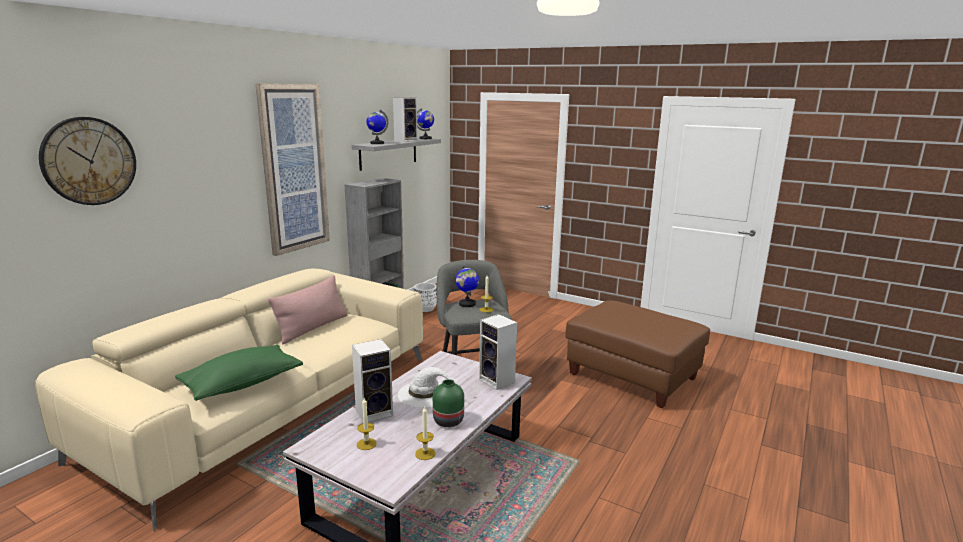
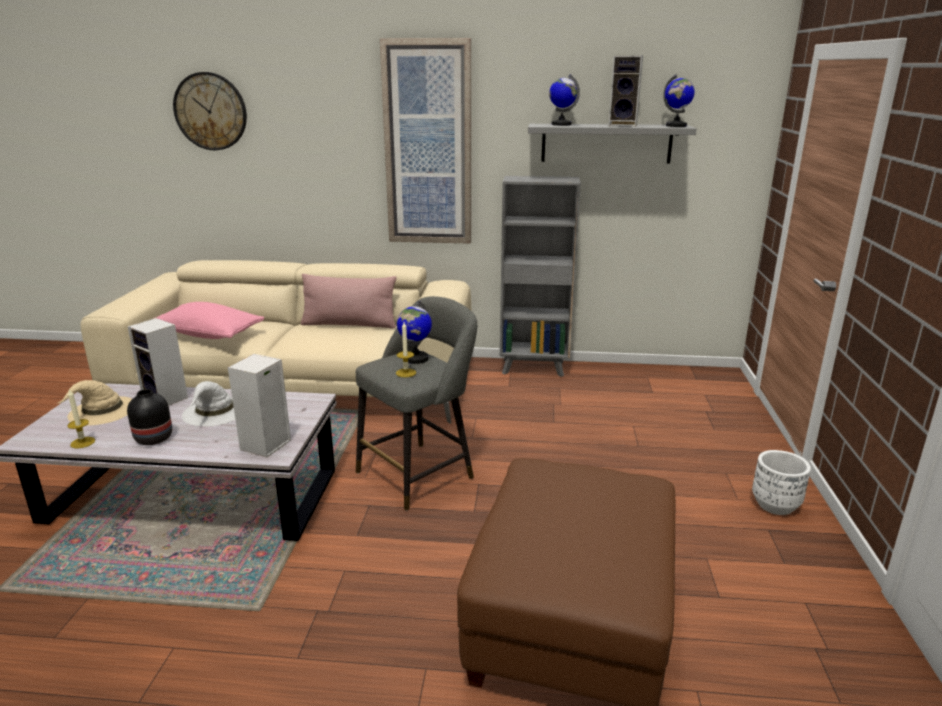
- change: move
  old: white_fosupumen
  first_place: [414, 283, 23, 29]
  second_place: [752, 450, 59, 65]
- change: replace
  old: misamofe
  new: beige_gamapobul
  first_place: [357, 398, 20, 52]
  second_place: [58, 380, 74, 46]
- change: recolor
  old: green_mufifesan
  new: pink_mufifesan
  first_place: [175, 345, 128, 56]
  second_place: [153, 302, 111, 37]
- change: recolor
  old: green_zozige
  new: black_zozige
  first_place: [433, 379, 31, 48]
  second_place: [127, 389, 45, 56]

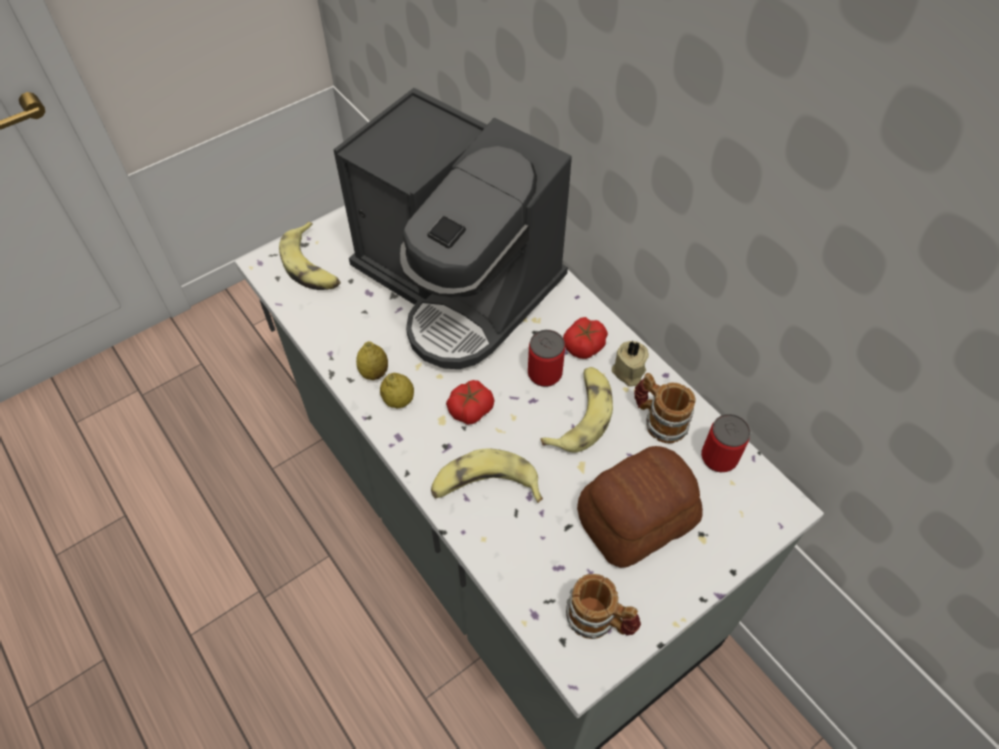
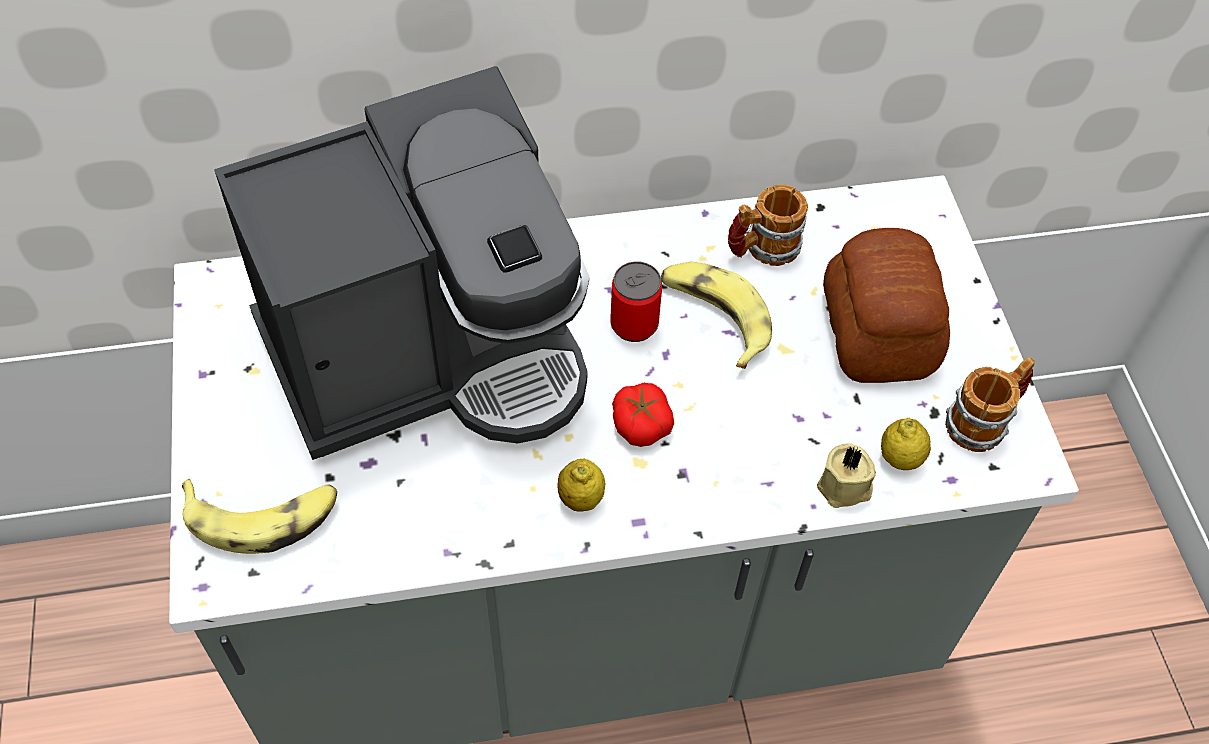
- change: delete
  old: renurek
  first_place: [431, 449, 112, 54]
- change: delete
  old: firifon
  first_place: [563, 317, 45, 42]
- change: delete
  old: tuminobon
  first_place: [701, 414, 49, 58]
- change: move
  old: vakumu
  first_place: [356, 341, 32, 39]
  second_place: [881, 418, 50, 52]
- change: move
  old: beige_misamofe
  first_place: [612, 341, 37, 46]
  second_place: [817, 443, 59, 65]

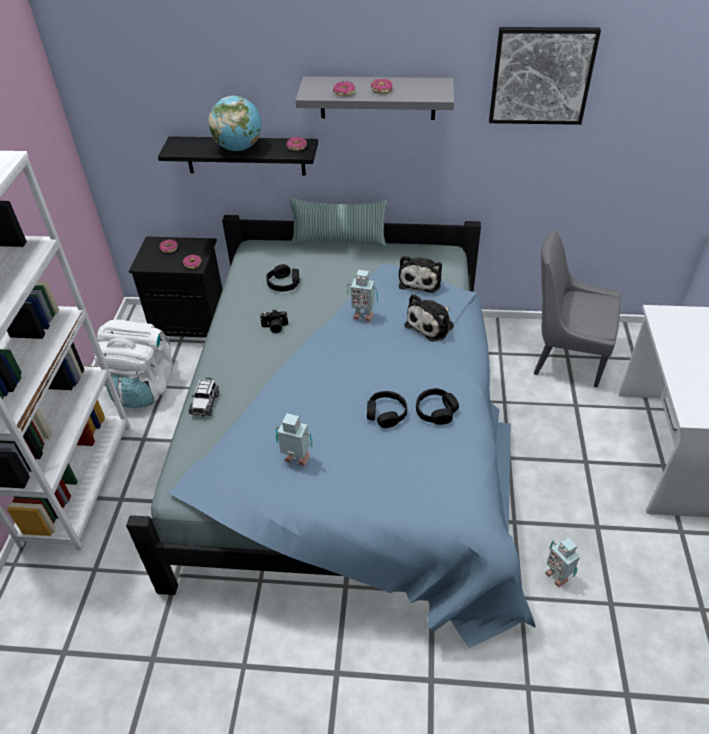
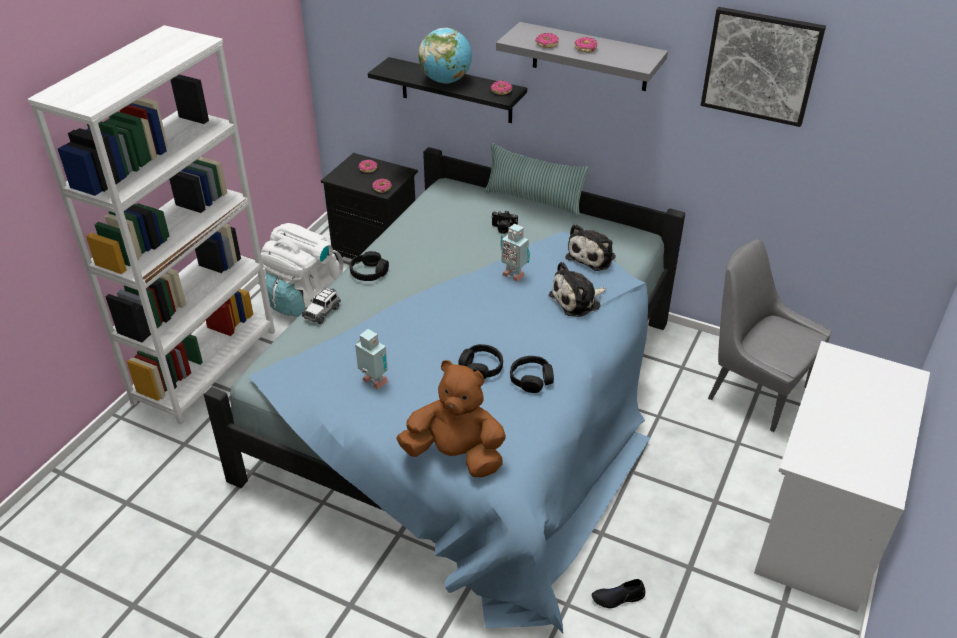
- change: insert
  new: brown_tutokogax
  second_place: [396, 360, 110, 118]
- change: move
  old: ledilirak
  first_place: [260, 309, 28, 24]
  second_place: [491, 211, 27, 23]
- change: move
  old: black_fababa
  first_place: [266, 264, 33, 28]
  second_place: [349, 251, 40, 30]
- change: replace
  old: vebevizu
  new: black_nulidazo
  first_place: [545, 537, 35, 51]
  second_place: [592, 579, 54, 29]

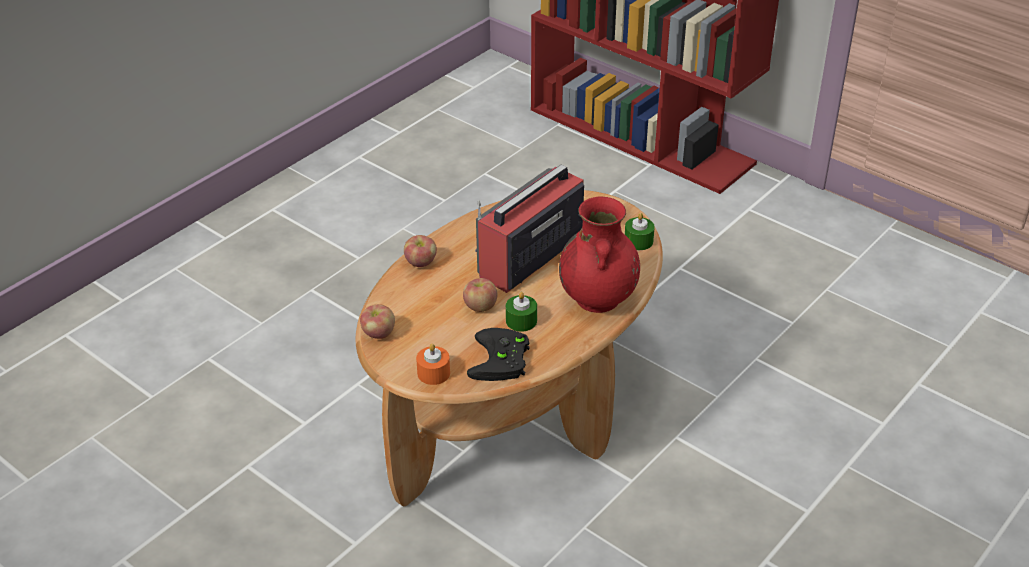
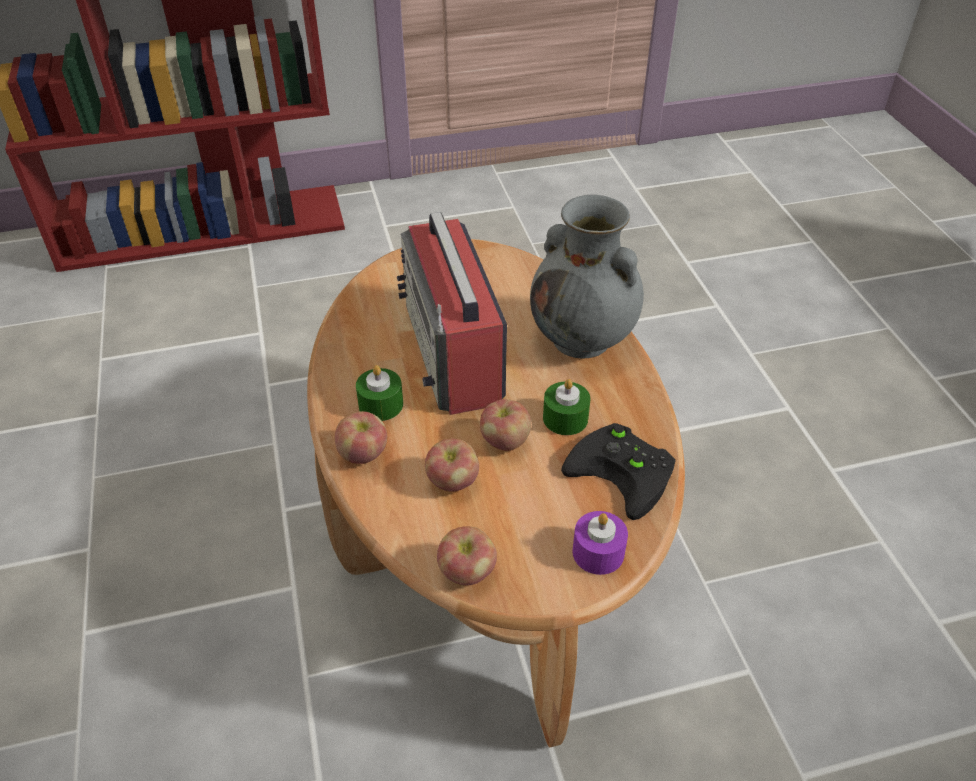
- change: insert
  new: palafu
  second_place: [425, 439, 54, 53]
- change: move
  old: green_misamofe
  first_place: [625, 213, 30, 37]
  second_place: [356, 365, 47, 56]
- change: recolor
  old: orange_misamofe
  new: purple_misamofe
  first_place: [416, 344, 34, 41]
  second_place: [572, 511, 56, 64]
- change: recolor
  old: red_zozige
  new: grey_zozige
  first_place: [559, 197, 81, 116]
  second_place: [530, 195, 114, 164]

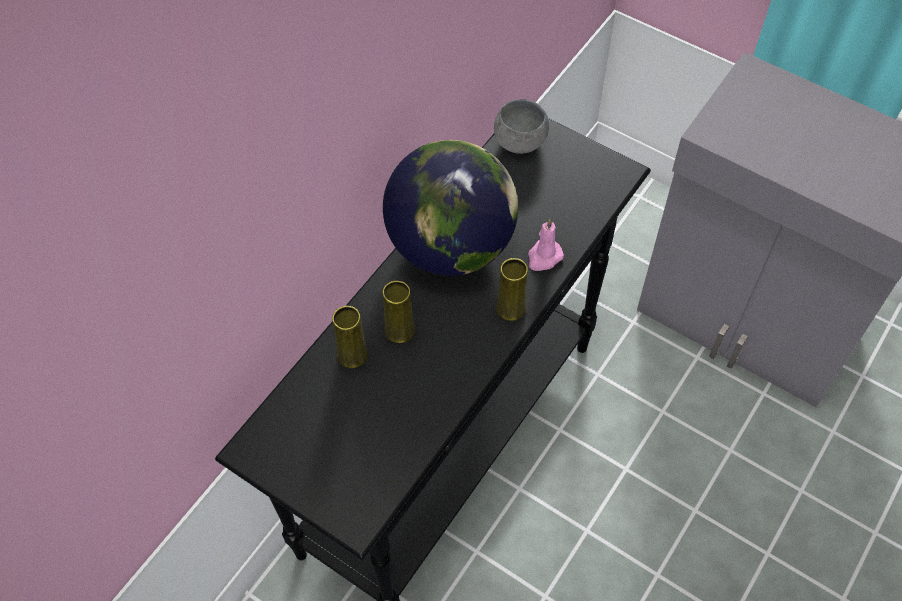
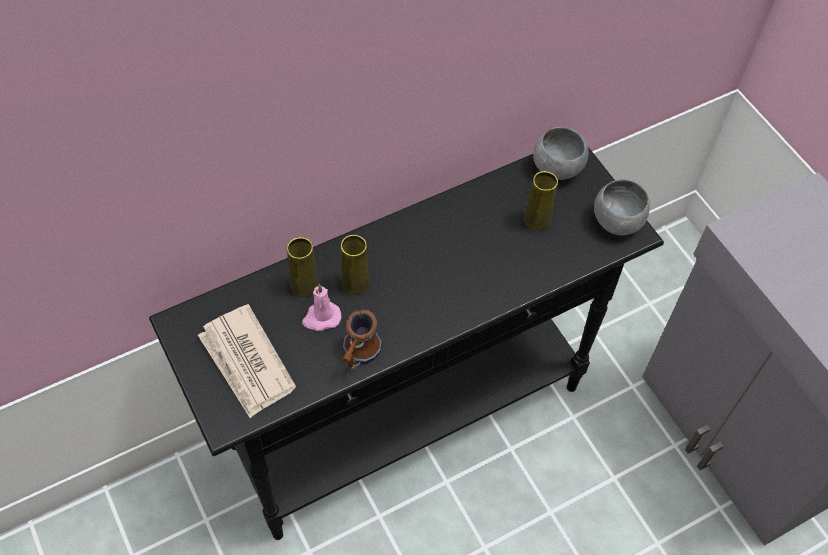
- change: delete
  old: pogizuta
  first_place: [383, 140, 135, 136]
- change: insert
  new: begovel
  second_place: [198, 304, 98, 114]
- change: insert
  new: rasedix
  second_place: [342, 309, 40, 62]
- change: insert
  new: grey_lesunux
  second_place: [594, 179, 56, 57]
- change: move
  old: yellow_zozige
  first_place: [496, 258, 32, 63]
  second_place: [523, 171, 35, 60]
- change: move
  old: pink_misamofe
  first_place: [528, 218, 36, 53]
  second_place: [302, 284, 39, 47]

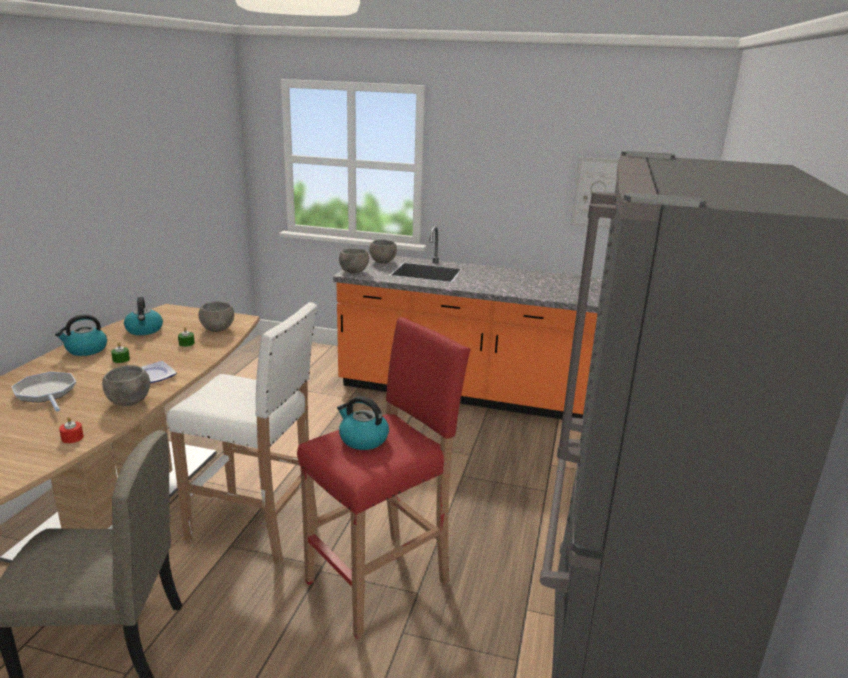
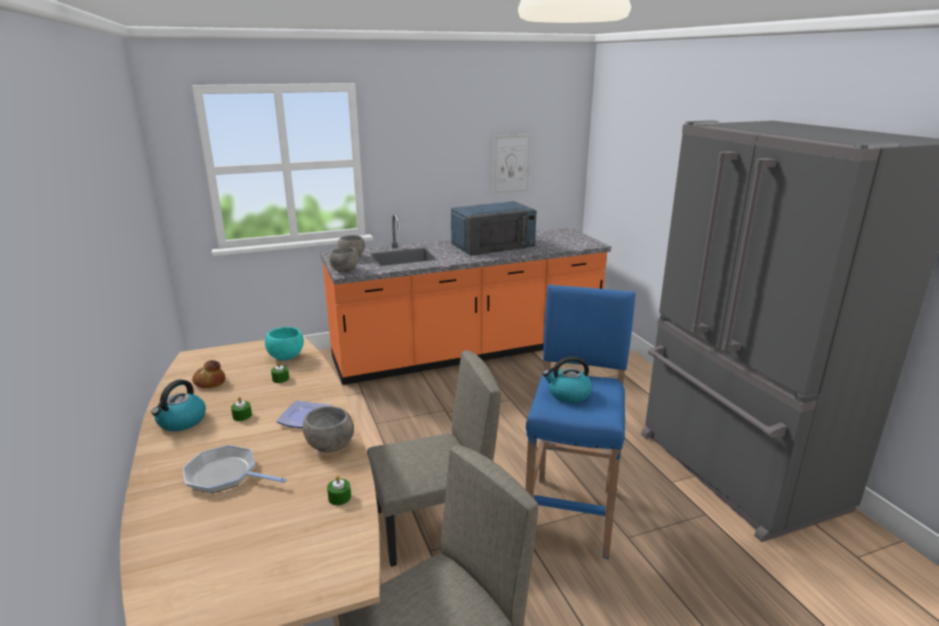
- change: insert
  new: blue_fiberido
  second_place: [451, 201, 85, 55]
- change: replace
  old: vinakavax
  new: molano
  first_place: [124, 297, 39, 38]
  second_place: [192, 360, 33, 28]
- change: replace
  old: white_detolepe
  new: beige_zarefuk
  first_place: [167, 302, 150, 263]
  second_place: [367, 350, 134, 217]
- change: recolor
  old: red_misamofe
  new: green_misamofe
  first_place: [59, 417, 25, 26]
  second_place: [327, 476, 24, 29]
- change: recolor
  old: grey_lesunux
  new: turquoise_lesunux
  first_place: [199, 302, 35, 30]
  second_place: [265, 327, 39, 34]
- change: recolor
  old: red_detolepe
  new: blue_detolepe
  first_place: [297, 317, 174, 322]
  second_place: [526, 285, 110, 274]

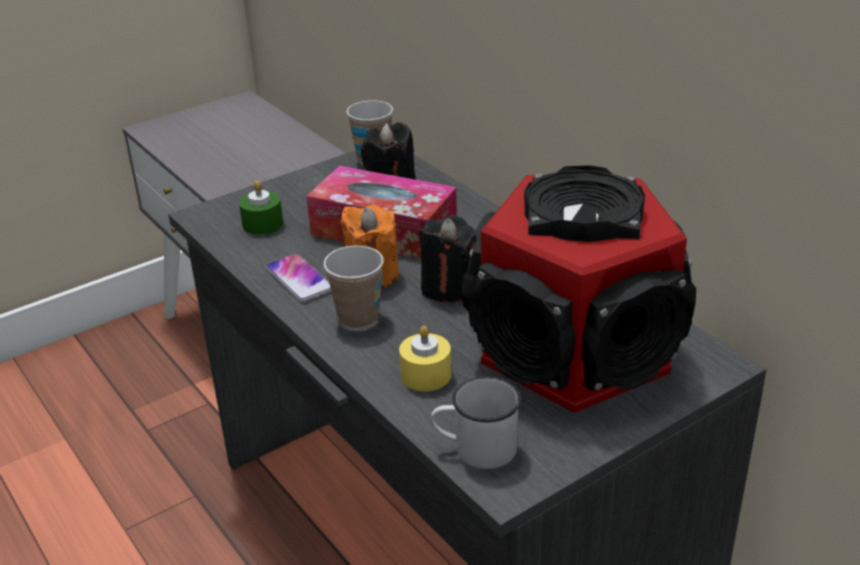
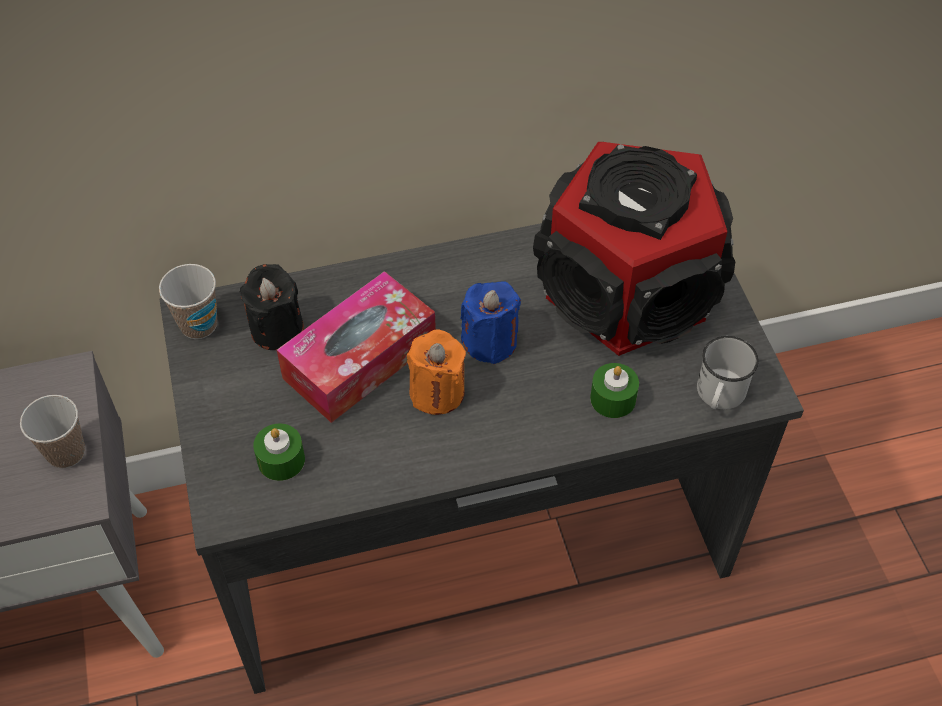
- change: delete
  old: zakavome
  first_place: [265, 254, 66, 48]
- change: move
  old: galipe
  first_place: [323, 245, 61, 84]
  second_place: [20, 395, 65, 73]
- change: recolor
  old: yellow_misamofe
  new: green_misamofe
  first_place: [399, 325, 52, 67]
  second_place: [590, 363, 49, 55]
- change: recolor
  old: black_misamofe
  new: blue_misamofe
  first_place: [419, 215, 57, 87]
  second_place: [461, 281, 60, 83]

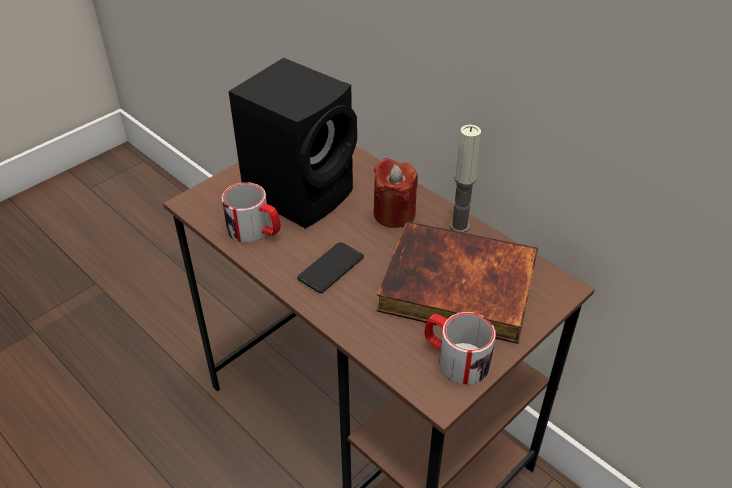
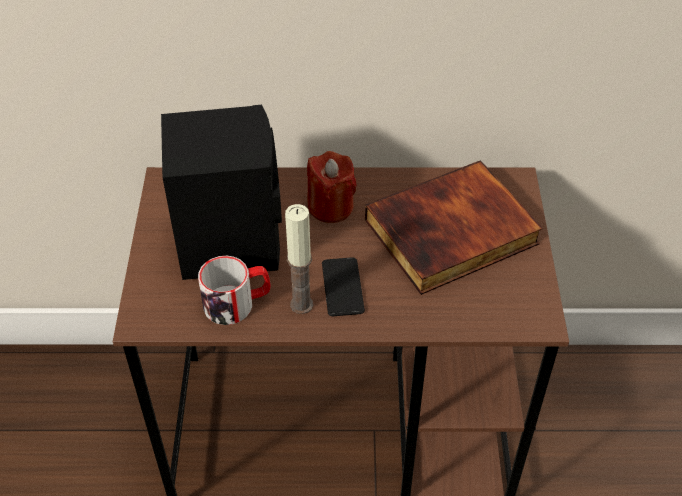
- change: delete
  old: rasedix
  first_place: [425, 312, 71, 73]
- change: move
  old: misamofe
  first_place: [450, 125, 31, 108]
  second_place: [285, 204, 28, 110]

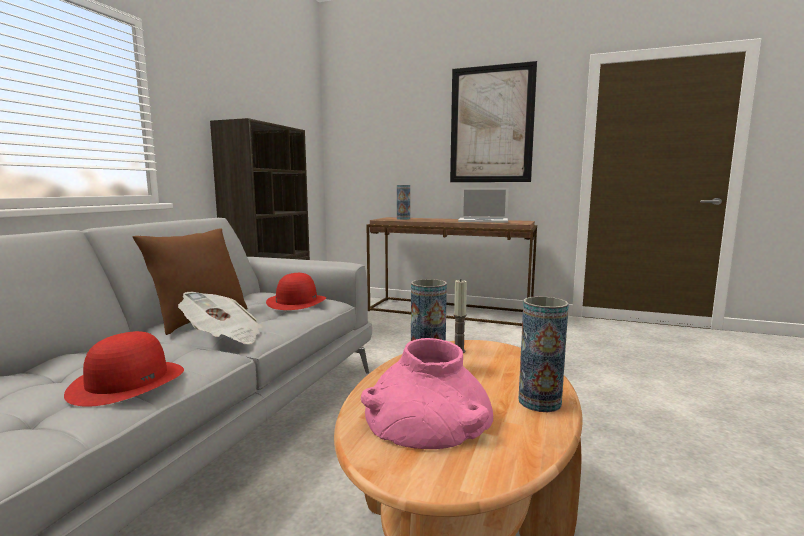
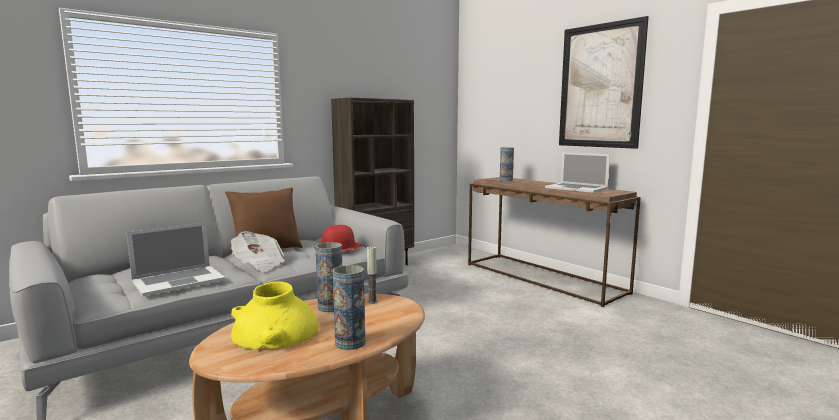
- change: replace
  old: red_gamapobul
  new: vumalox
  first_place: [64, 331, 120, 76]
  second_place: [127, 223, 98, 73]
- change: recolor
  old: pink_zozige
  new: yellow_zozige
  first_place: [361, 338, 132, 111]
  second_place: [231, 282, 88, 67]

